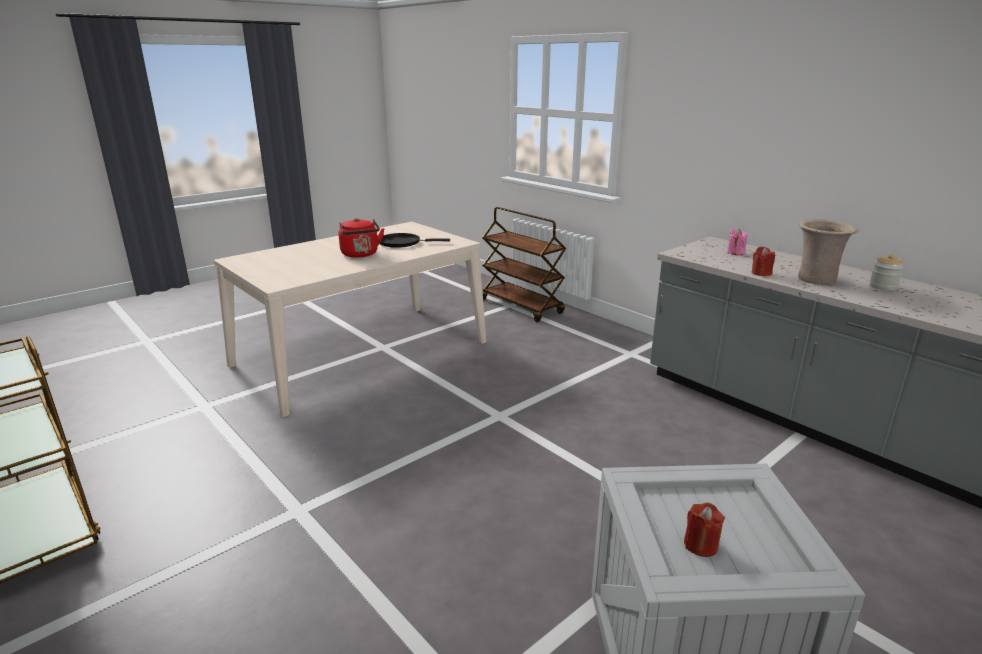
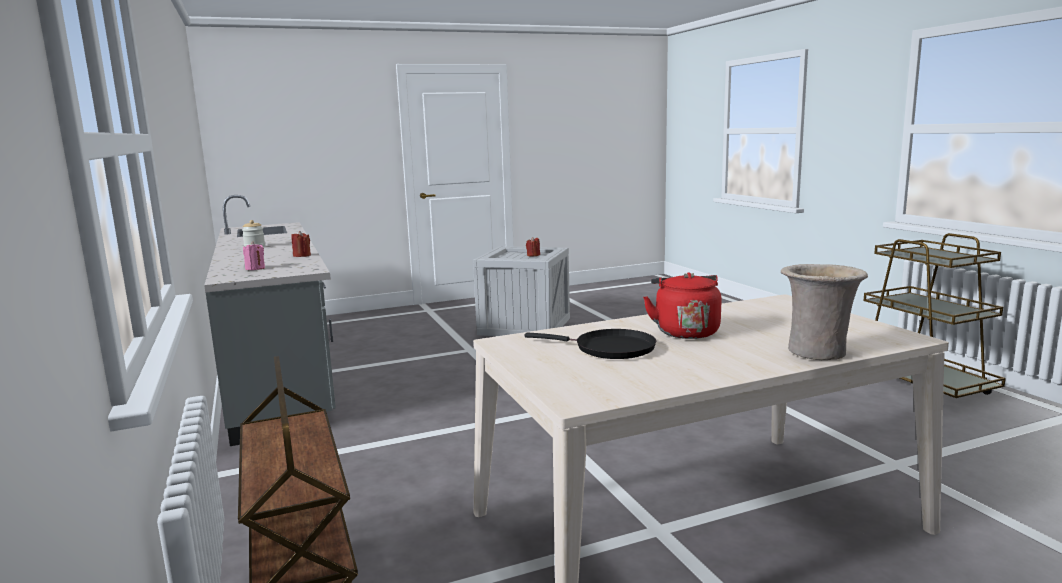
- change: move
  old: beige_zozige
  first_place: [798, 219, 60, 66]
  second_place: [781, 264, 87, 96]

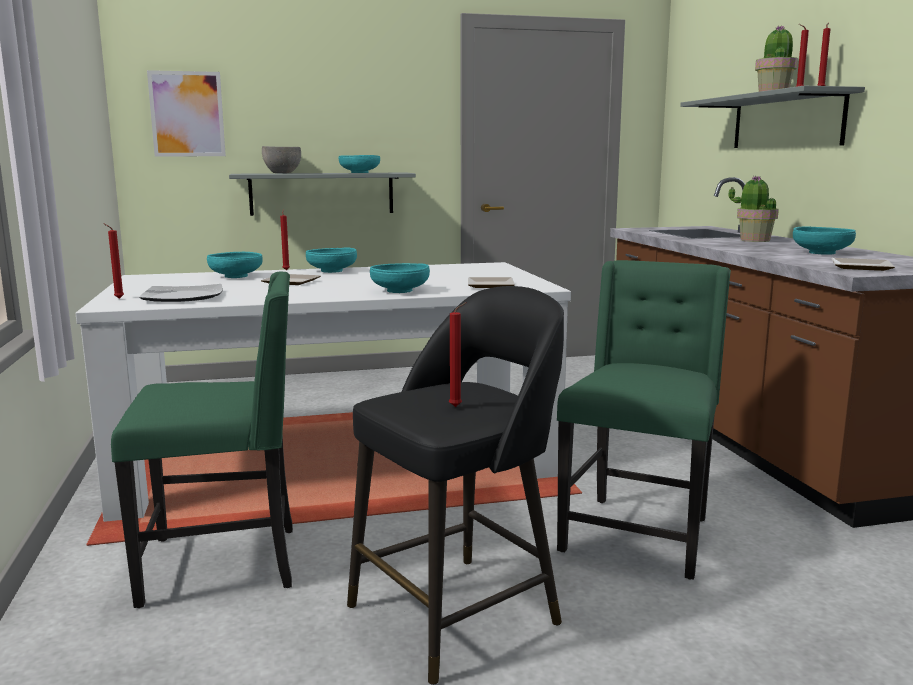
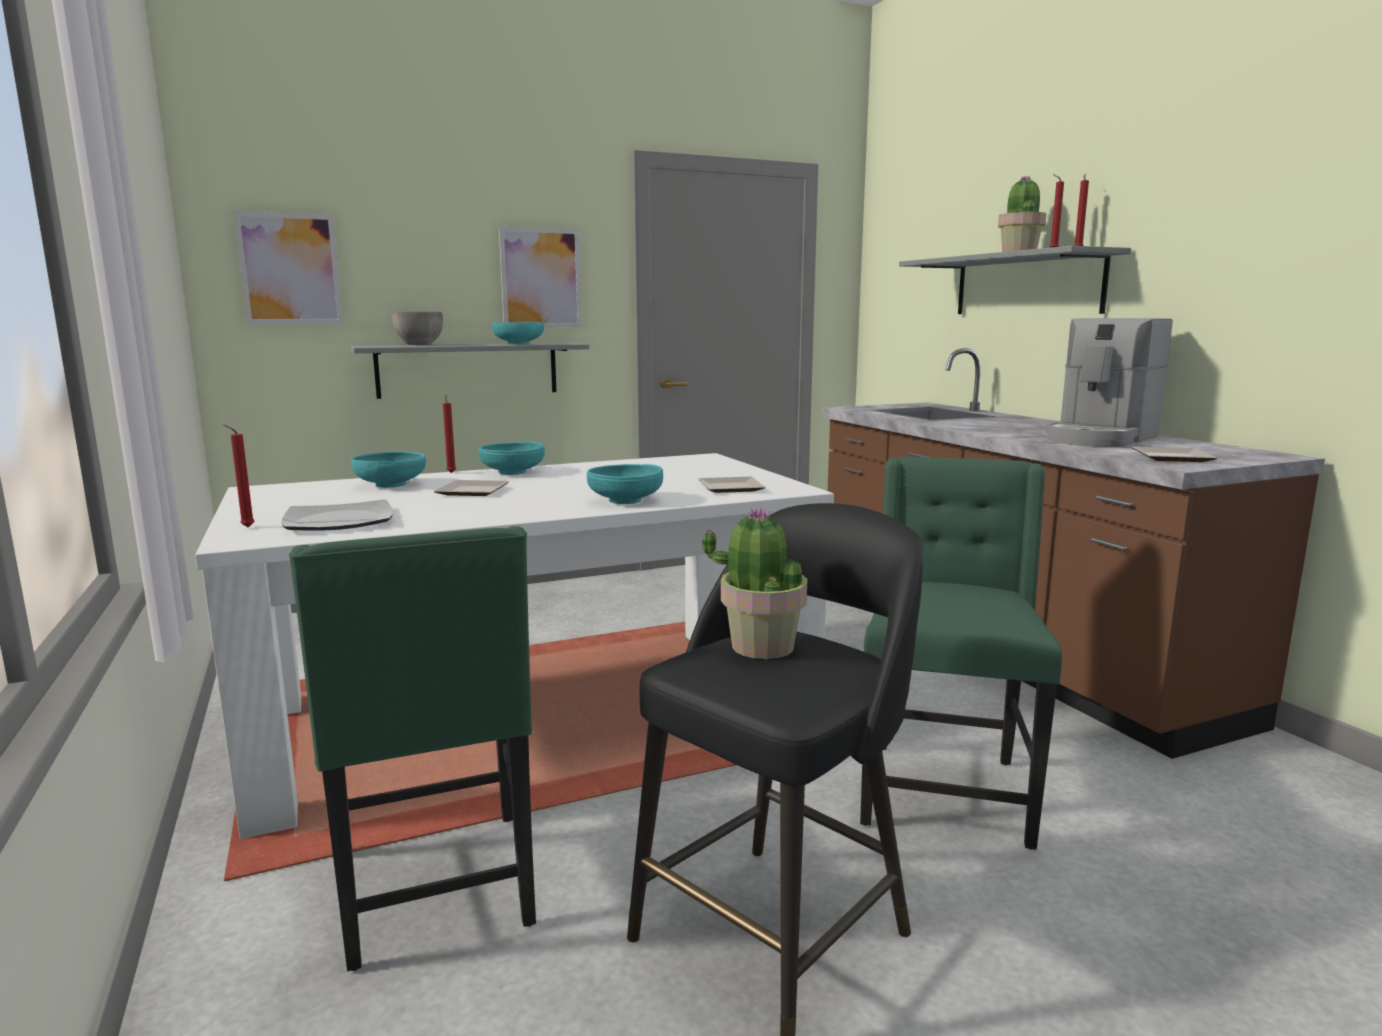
- change: delete
  old: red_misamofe
  first_place: [449, 302, 18, 105]
- change: insert
  new: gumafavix
  second_place: [499, 227, 83, 100]
- change: move
  old: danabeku
  first_place: [729, 176, 50, 66]
  second_place: [702, 507, 105, 152]
- change: replace
  old: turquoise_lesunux
  new: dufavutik
  first_place: [793, 227, 63, 28]
  second_place: [1045, 318, 127, 129]
- change: rotate
  old: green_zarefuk
  first_place: [111, 271, 182, 337]
  second_place: [289, 526, 247, 446]
  degrees: 90

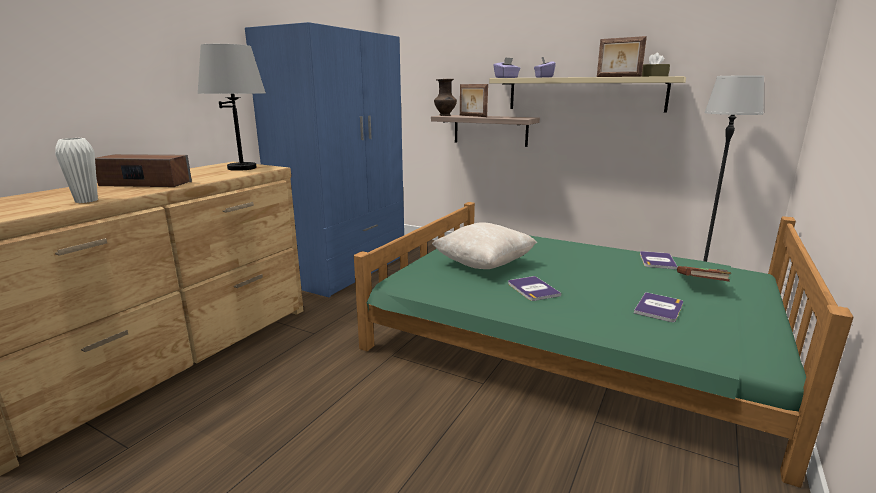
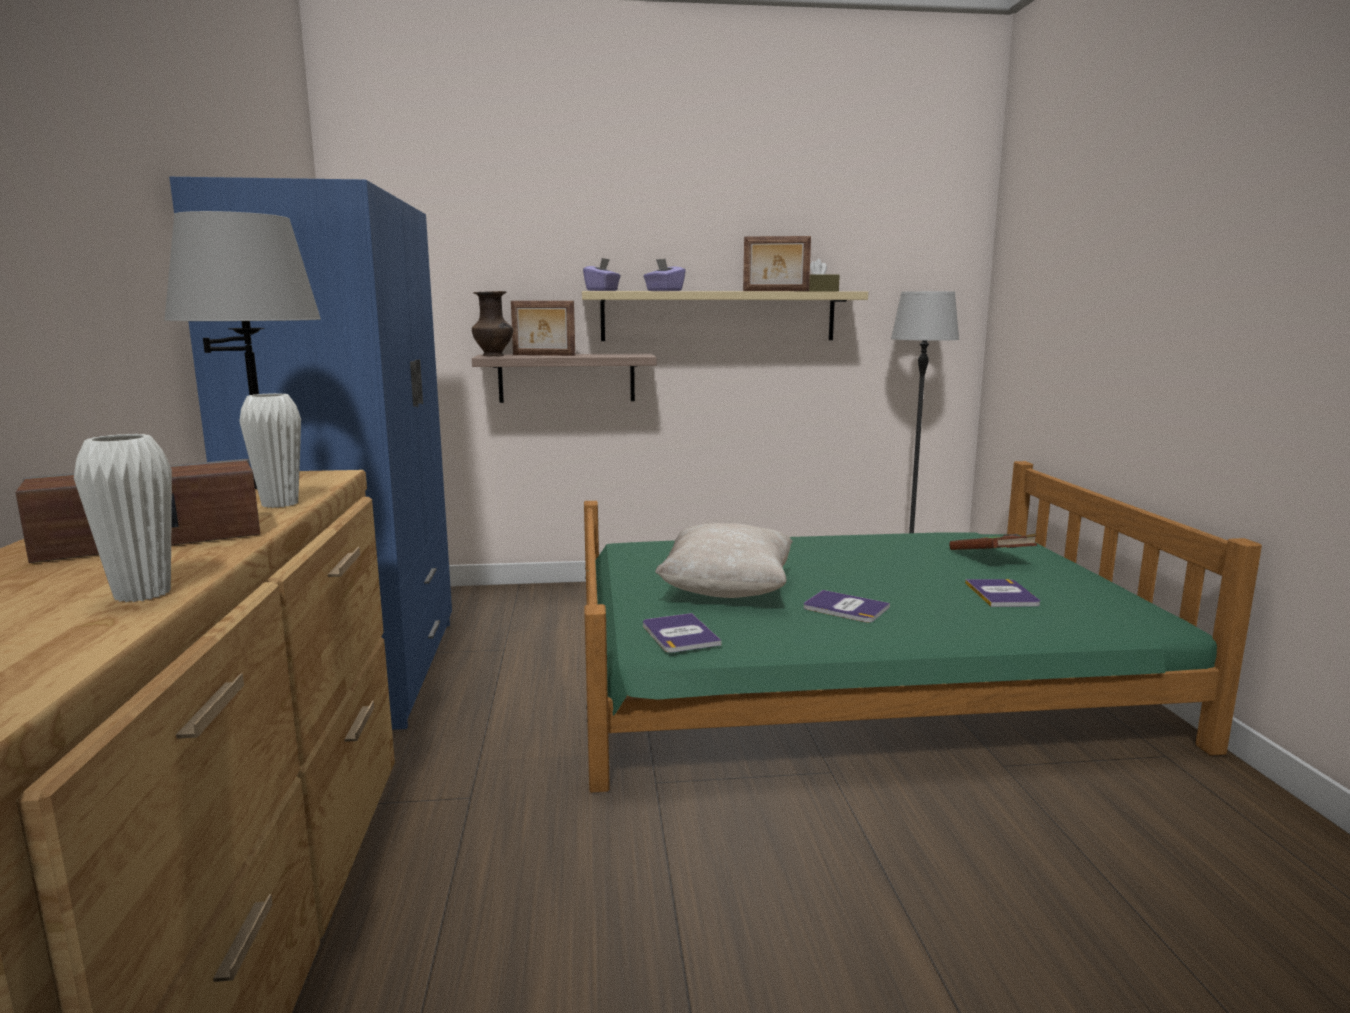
- change: insert
  new: white_zozige
  second_place: [240, 393, 61, 115]
- change: move
  old: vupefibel
  first_place: [640, 251, 37, 19]
  second_place: [643, 613, 78, 40]

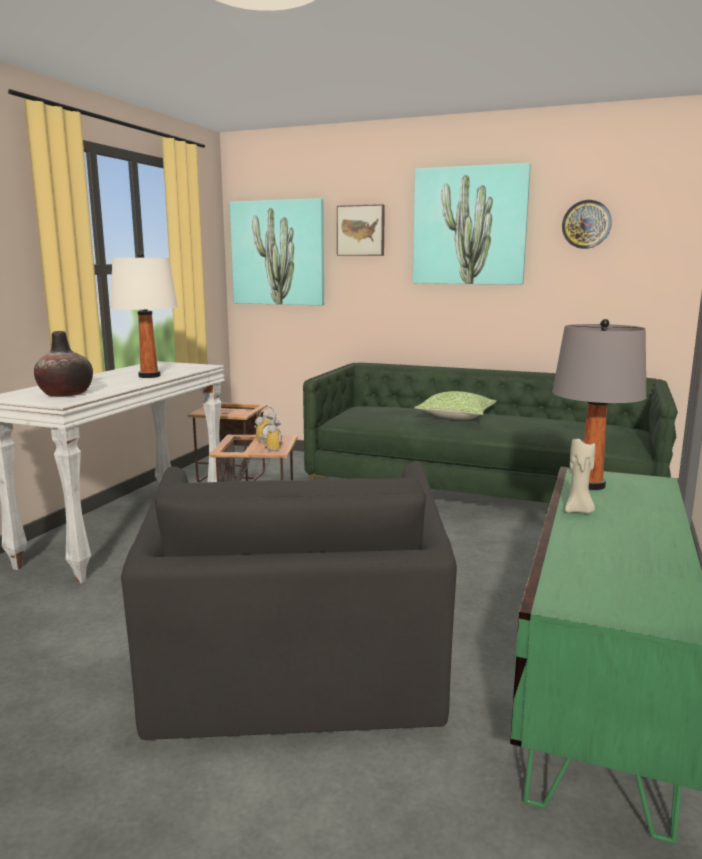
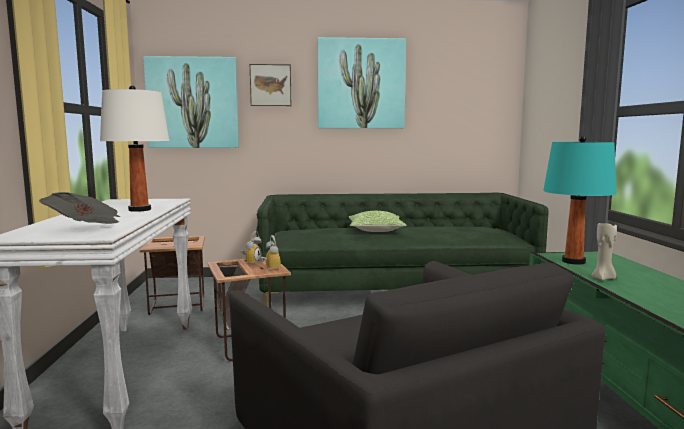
- change: delete
  old: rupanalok
  first_place: [562, 200, 50, 49]
- change: replace
  old: zozige
  new: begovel
  first_place: [34, 331, 59, 66]
  second_place: [39, 192, 81, 32]
- change: recolor
  old: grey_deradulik
  new: turquoise_deradulik
  first_place: [552, 319, 95, 171]
  second_place: [543, 136, 73, 129]

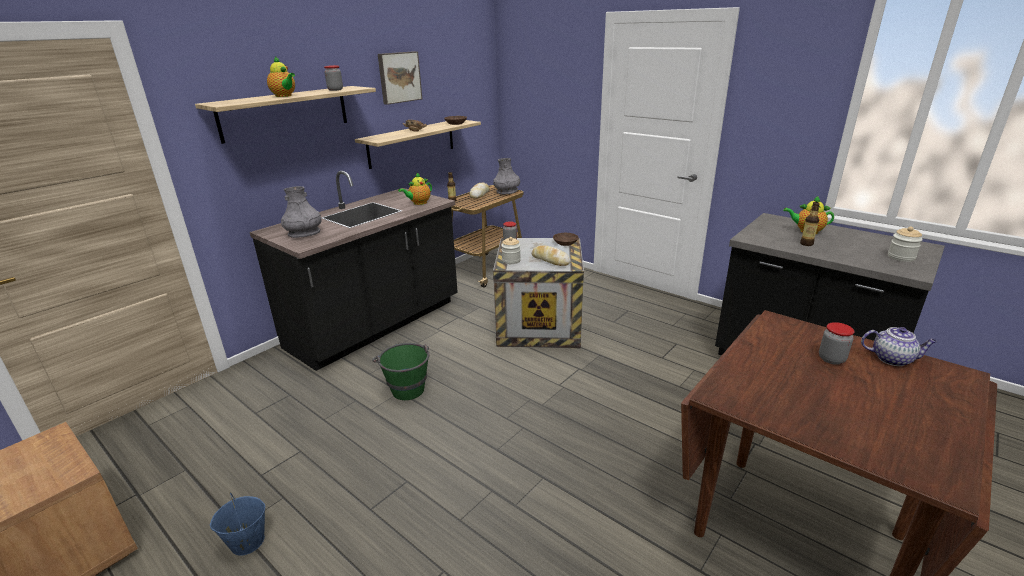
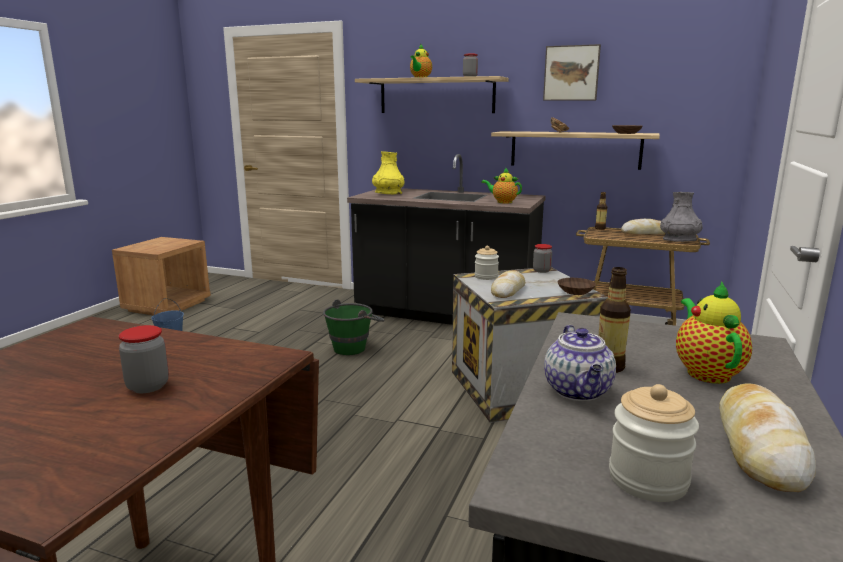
- change: insert
  new: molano
  second_place: [719, 383, 97, 109]
- change: move
  old: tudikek
  first_place: [861, 327, 77, 39]
  second_place: [544, 325, 72, 76]
- change: recolor
  old: grey_zozige
  new: yellow_zozige
  first_place: [281, 186, 40, 52]
  second_place: [372, 152, 32, 42]

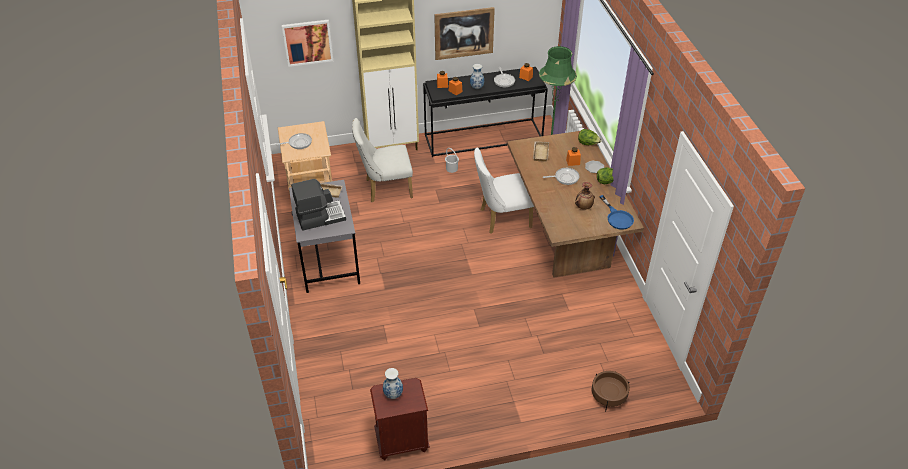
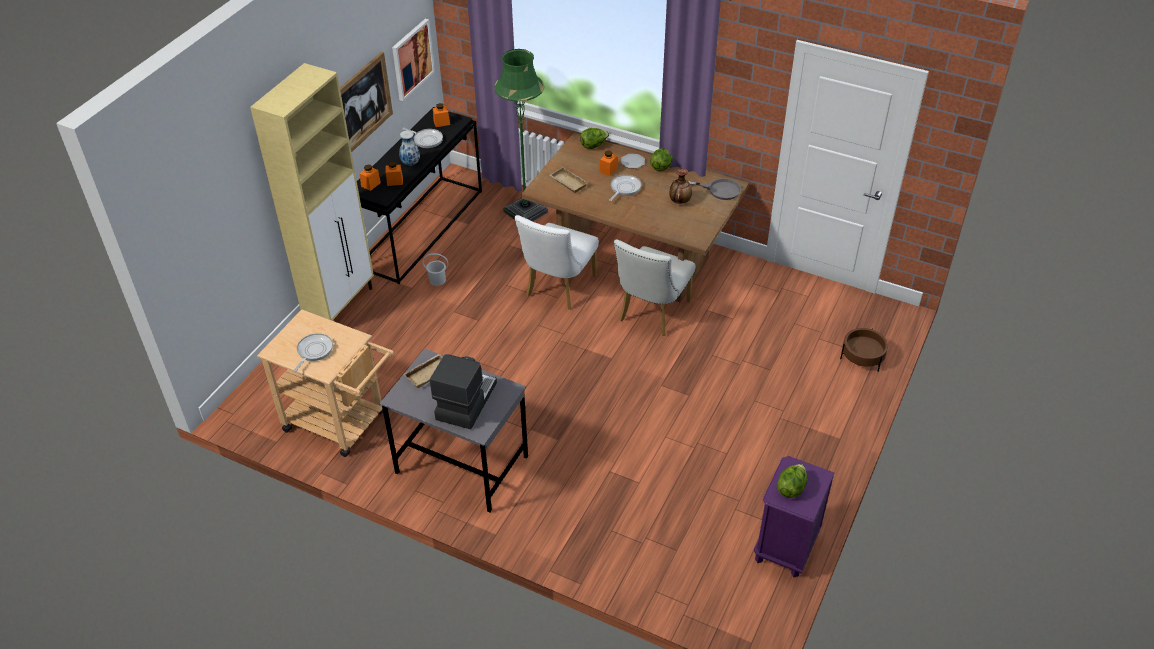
- change: move
  old: gumafavix
  first_place: [282, 20, 51, 47]
  second_place: [392, 19, 43, 82]
- change: move
  old: white_zarefuk
  first_place: [352, 118, 61, 84]
  second_place: [614, 239, 82, 97]
- change: replace
  old: zozige
  new: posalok
  first_place: [383, 368, 20, 31]
  second_place: [777, 464, 30, 34]
- change: recolor
  old: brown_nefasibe
  new: purple_nefasibe
  first_place: [370, 378, 60, 82]
  second_place: [754, 456, 81, 122]
- change: recolor
  old: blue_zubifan
  new: grey_zubifan
  first_place: [599, 195, 35, 35]
  second_place: [688, 178, 53, 22]

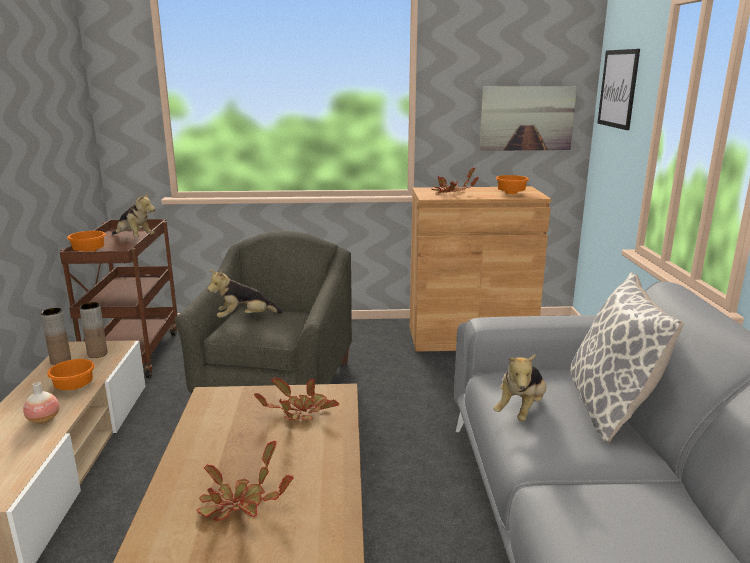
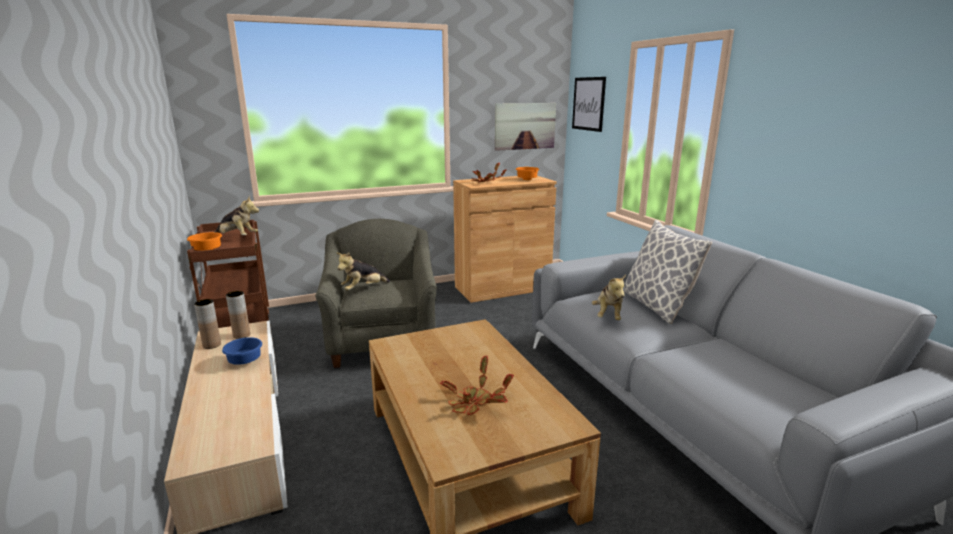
- change: delete
  old: zozige
  first_place: [23, 382, 36, 42]
- change: delete
  old: danabeku
  first_place: [254, 378, 85, 42]
- change: recolor
  old: orange_lesunux
  new: blue_lesunux
  first_place: [47, 359, 48, 31]
  second_place: [222, 337, 40, 28]

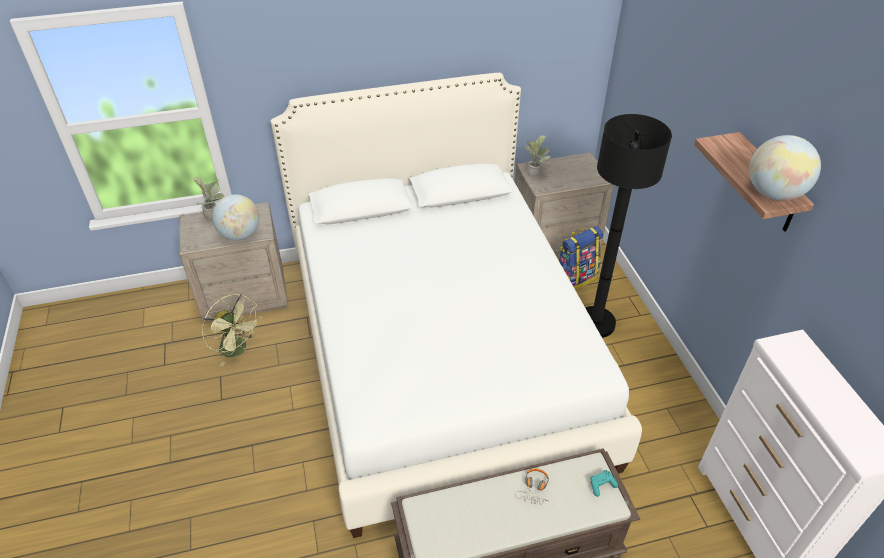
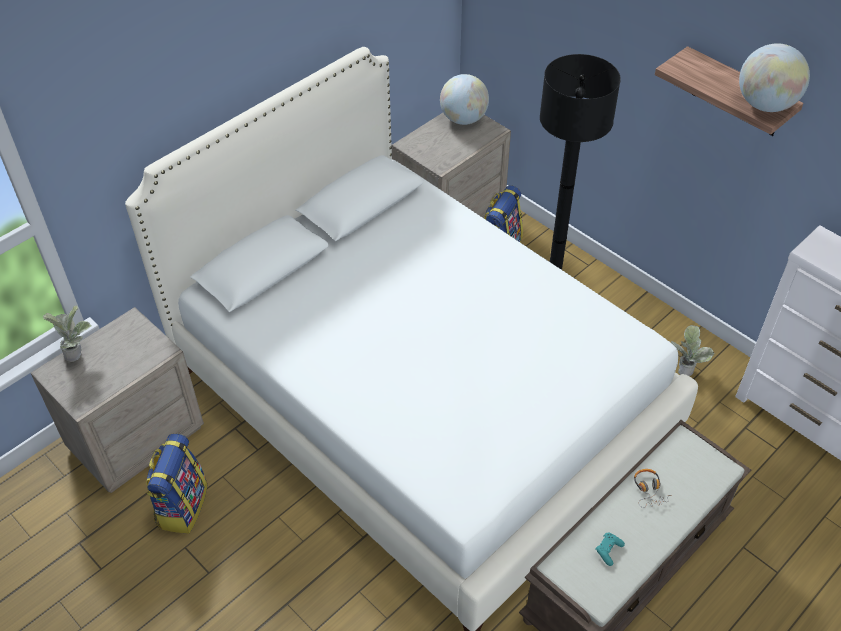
- change: move
  old: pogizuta
  first_place: [212, 194, 47, 46]
  second_place: [440, 74, 49, 51]
- change: move
  old: danabeku
  first_place: [524, 135, 27, 42]
  second_place: [671, 325, 43, 51]
- change: move
  old: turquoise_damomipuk
  first_place: [590, 470, 28, 27]
  second_place: [596, 533, 29, 33]
- change: replace
  old: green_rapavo
  new: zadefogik
  first_place: [202, 294, 59, 72]
  second_place: [146, 434, 61, 99]

